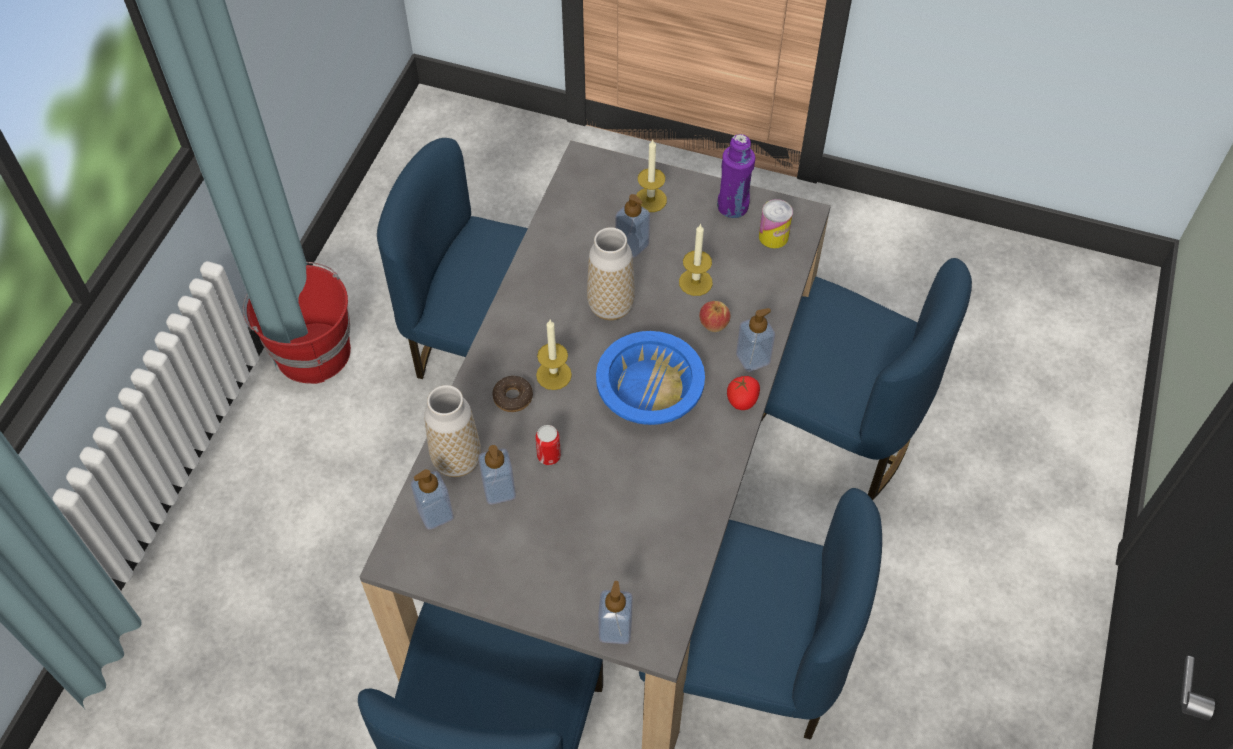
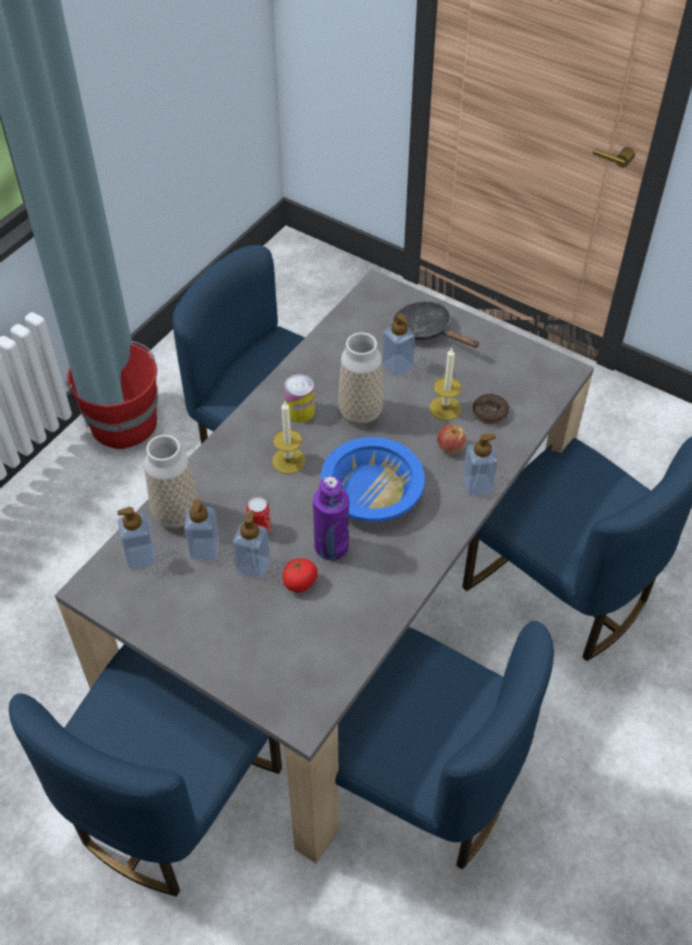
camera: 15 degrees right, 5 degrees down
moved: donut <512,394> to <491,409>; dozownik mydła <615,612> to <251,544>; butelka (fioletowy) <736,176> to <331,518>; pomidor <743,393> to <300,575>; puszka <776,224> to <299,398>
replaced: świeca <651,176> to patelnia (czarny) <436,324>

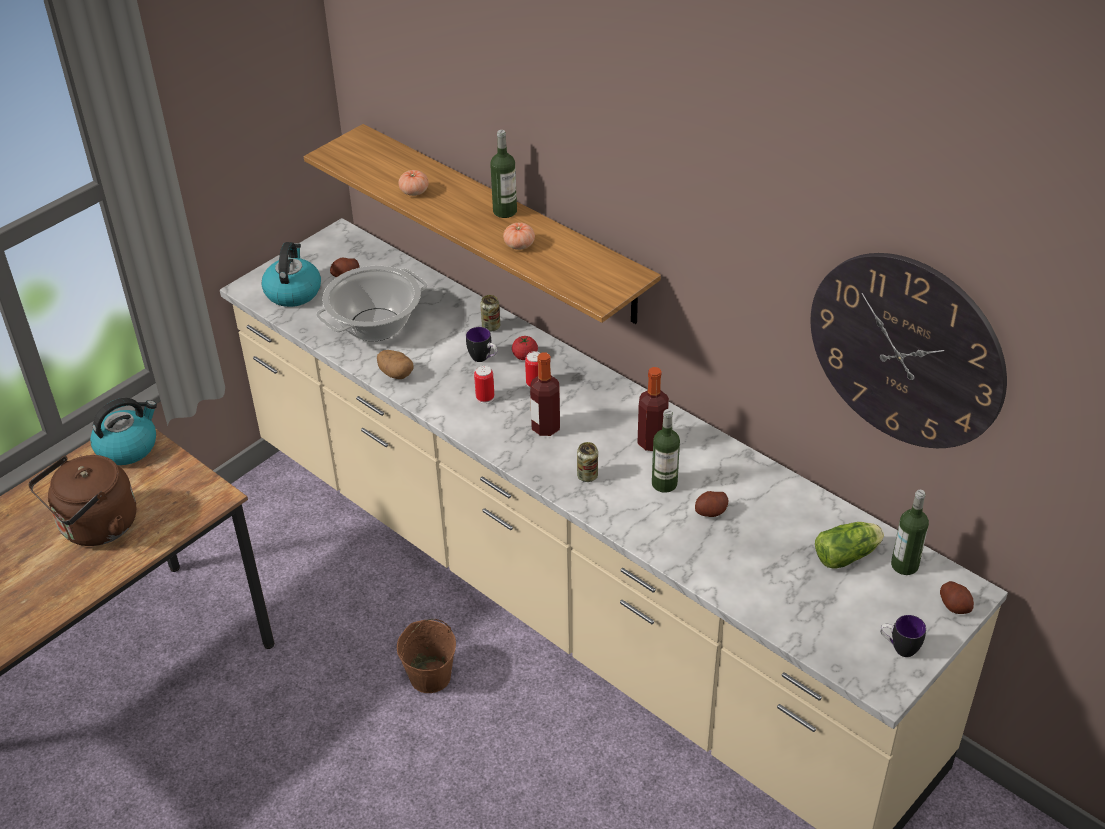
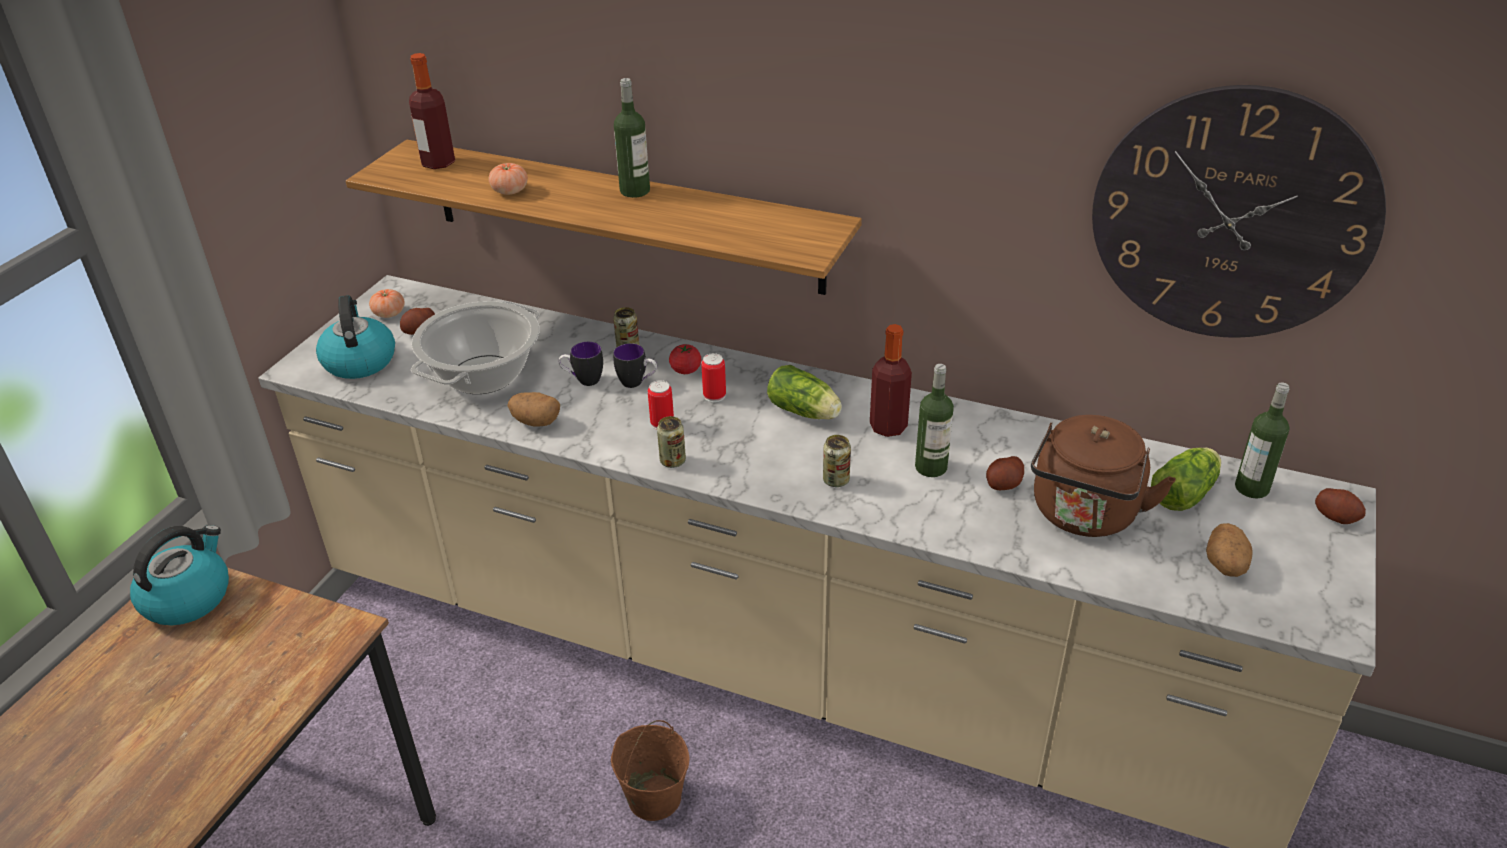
camera: 20 degrees left, 5 degrees down
added: puszka <671,442>; sałata <804,392>; ziemniak <1229,550>
moved: czajnik (brązowy) <82,500> to <1103,476>; pomidor <519,236> to <387,303>; butelka <545,394> to <432,111>; kubek <903,636> to <581,364>

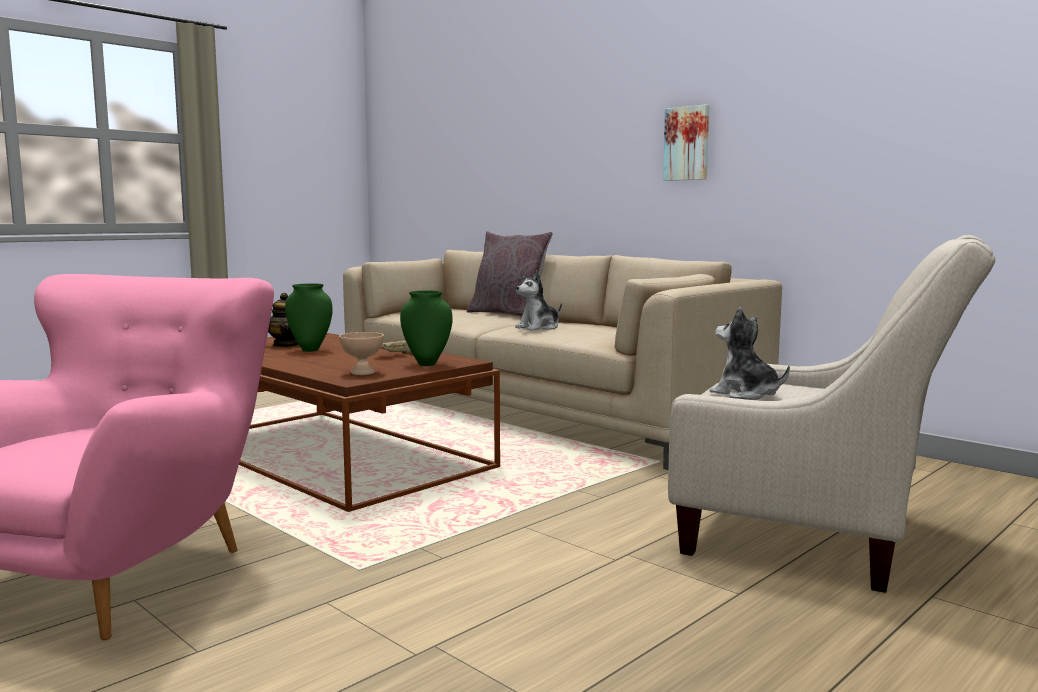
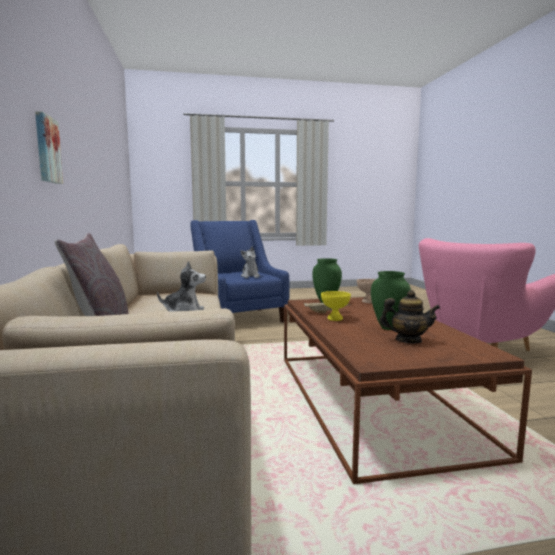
camera: 145 degrees left, 0 degrees up
added: miska (żółty) <336,306>
recoloured: fotel (beżowy) <831,414> to fotel (niebieski) <239,271>

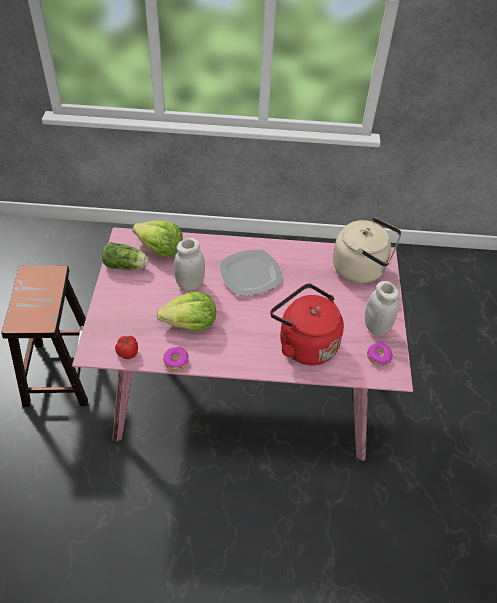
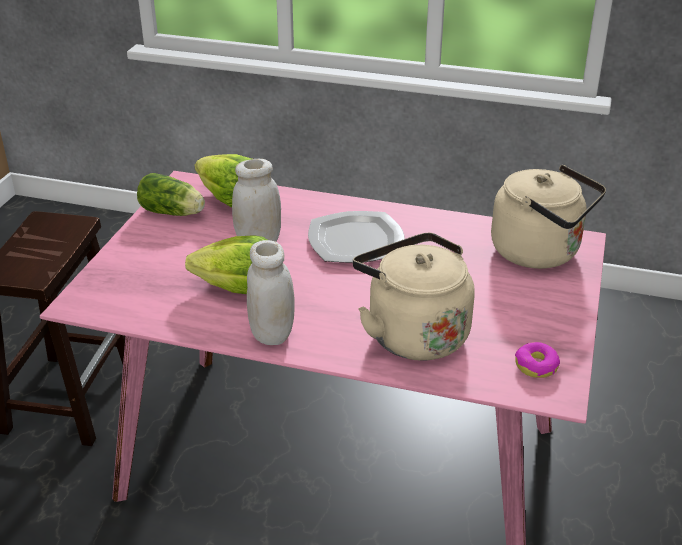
camera: 15 degrees right, 15 degrees down
removed: pomidor <126,347>; donut <176,358>
moved: słoik (biały) <382,308> to <271,292>
recoloured: czajnik (czerwony) <307,324> to czajnik (beżowy) <414,297>

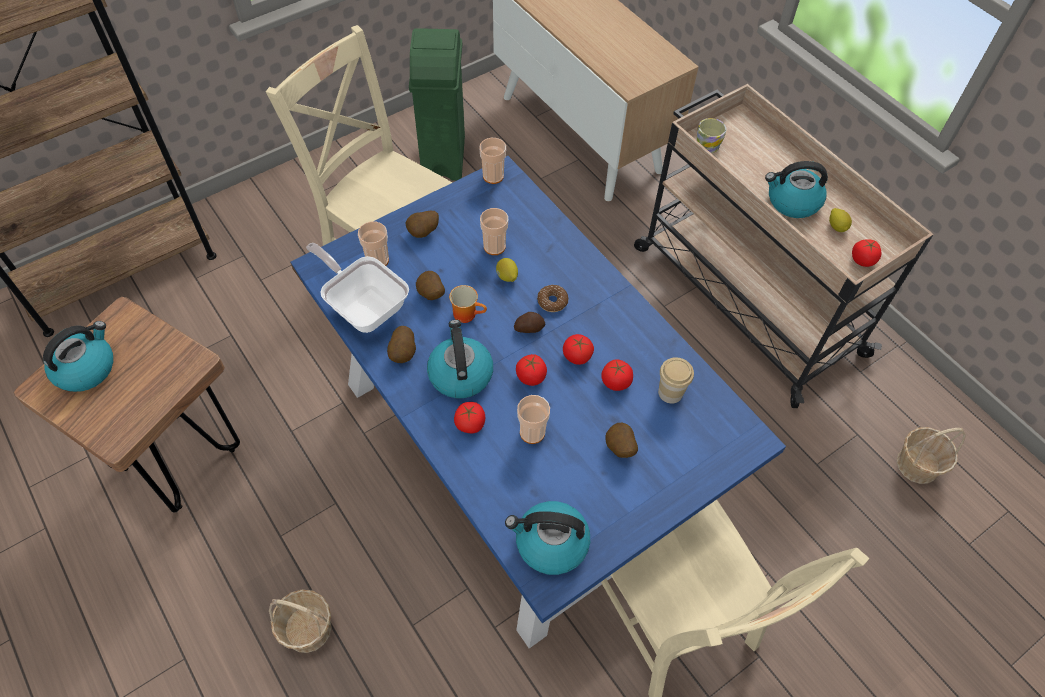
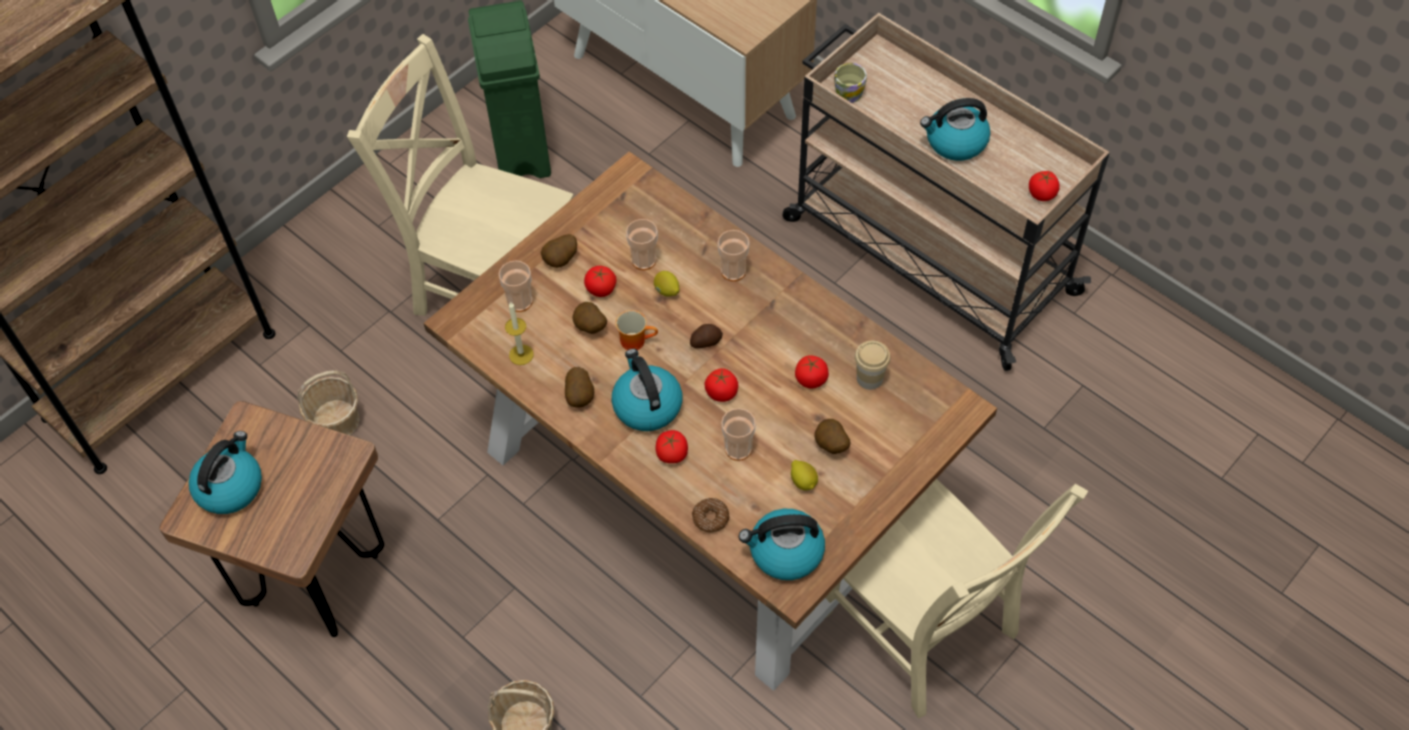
camera: 10 degrees left, 0 degrees up
moved: filiżanka <492,161> to <733,255>; donut <553,298> to <711,515>; pomidor <578,349> to <600,281>; cytryna <840,220> to <804,475>; koszyk <931,455> to <329,402>
replaced: patelnia <357,288> to świeca <519,333>
recoloured: stół jadalny (niebieski) <538,402> to stół jadalny (brązowy) <710,421>

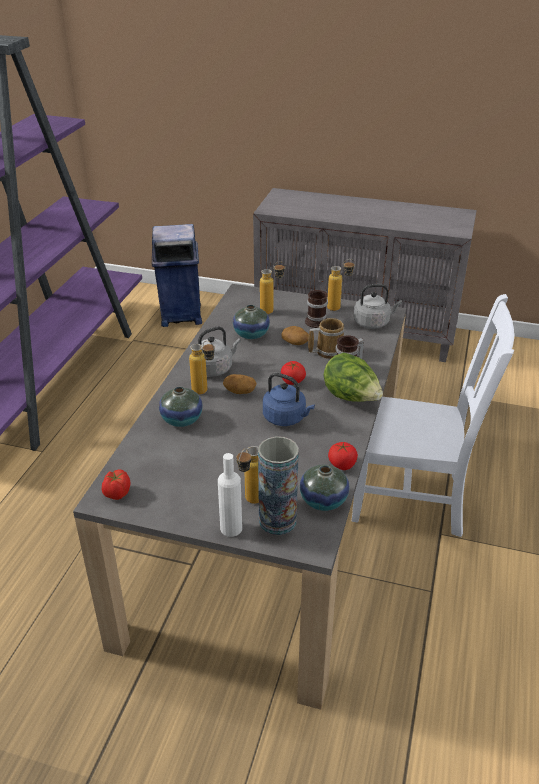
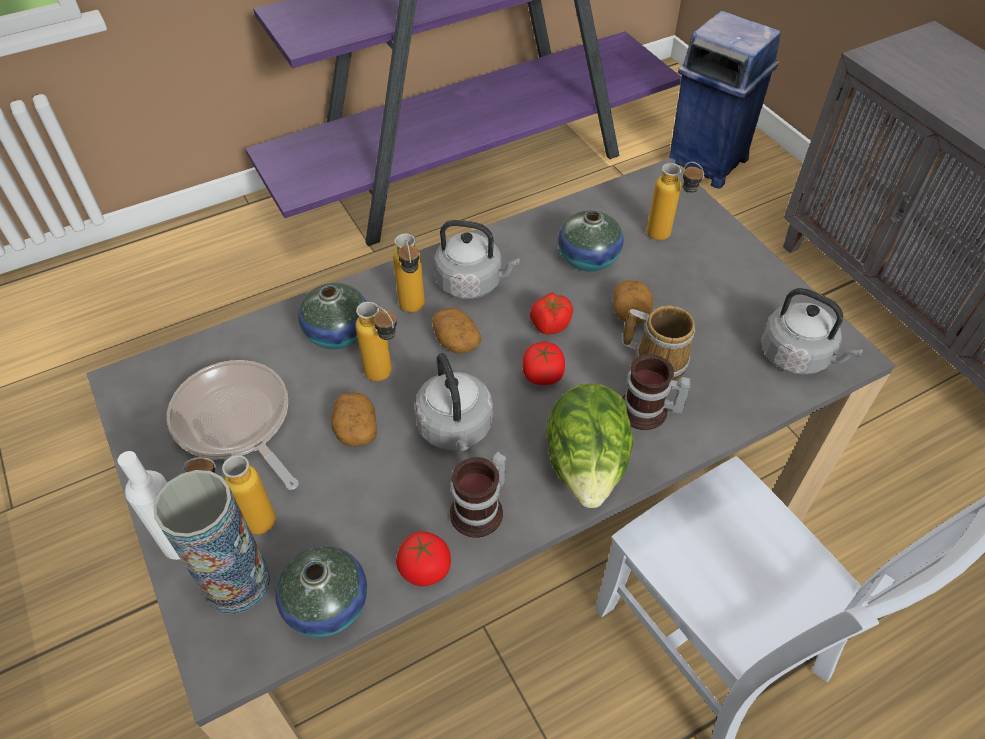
camera: 45 degrees right, 15 degrees up
added: patelnia <233,425>; ziemniak <354,419>
moved: pomidor <116,484> to <551,313>; kubek <316,309> to <478,494>; butelka <341,285> to <376,341>
recoloured: czajnik (niebieski) <289,399> to czajnik (szary) <454,402>

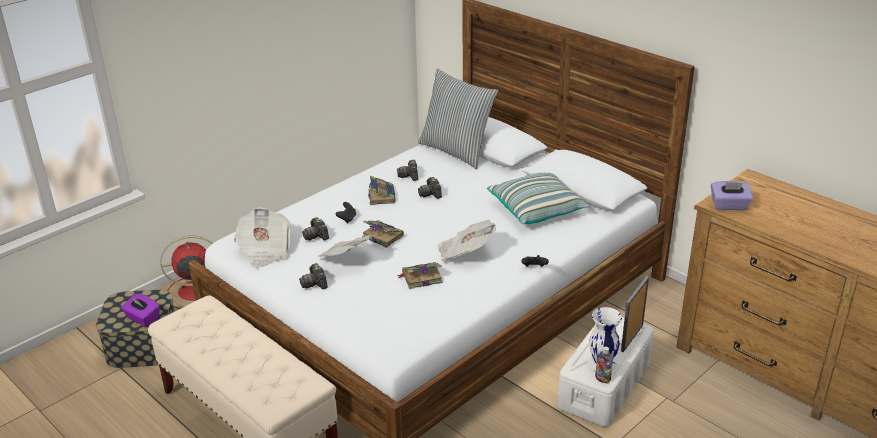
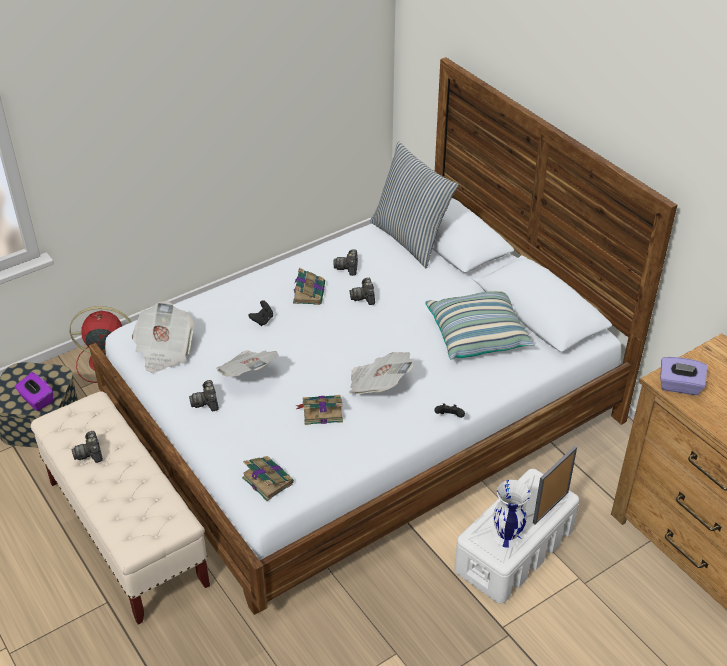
camera: 10 degrees right, 10 degrees up
removed: butelka <604,365>
moved: aparat fotograficzny <315,229> to <87,447>; książka <383,234> to <268,478>

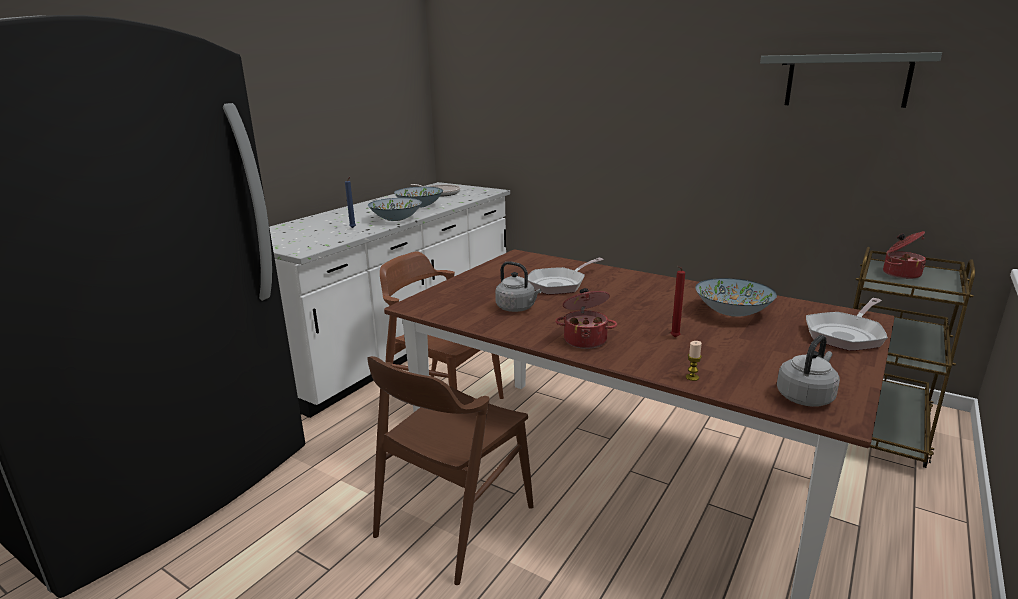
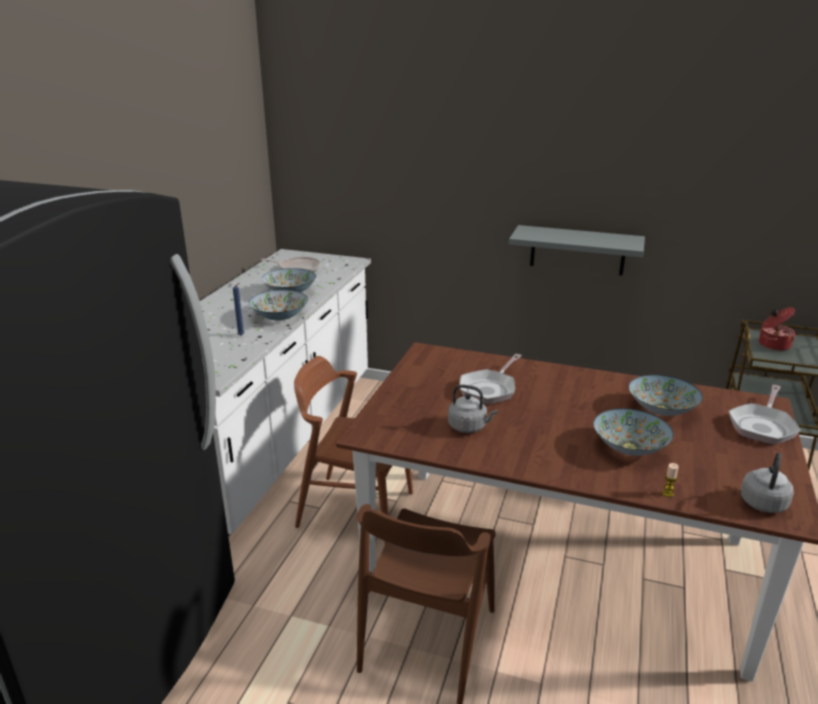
camera: 15 degrees left, 5 degrees up
removed: garnek <586,318>
moved: półka (szary) <851,80> to <577,250>
replaced: świeca (czerwony) <678,301> to miska <633,432>

